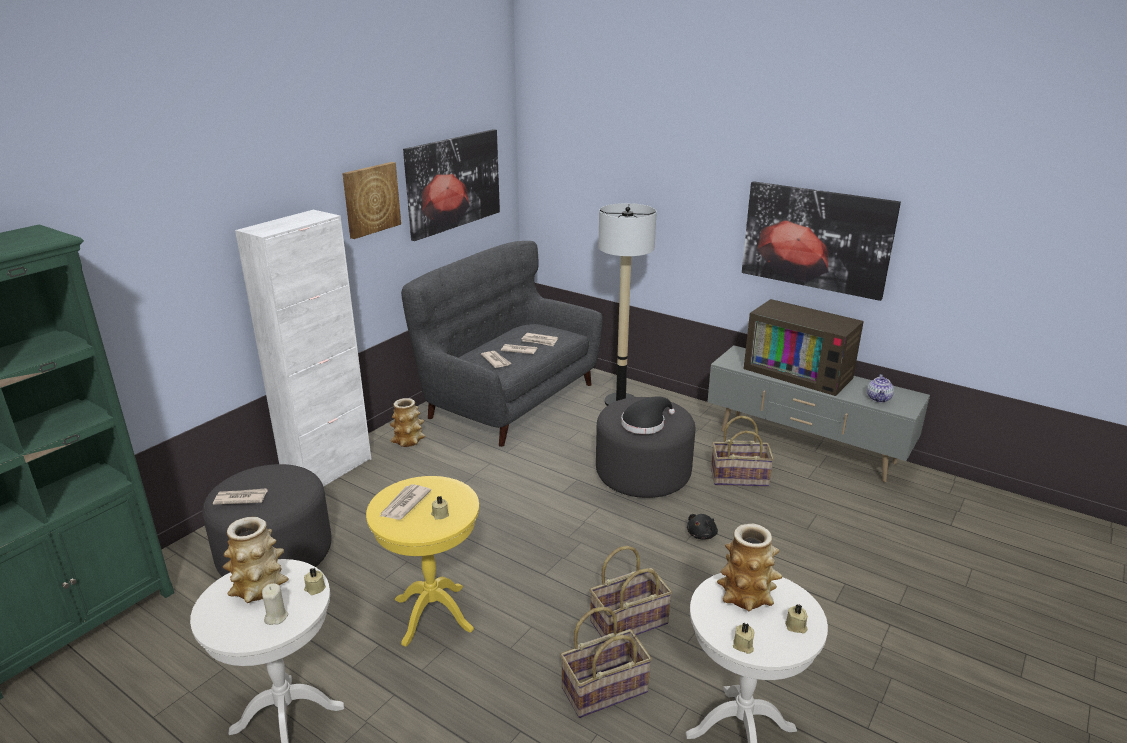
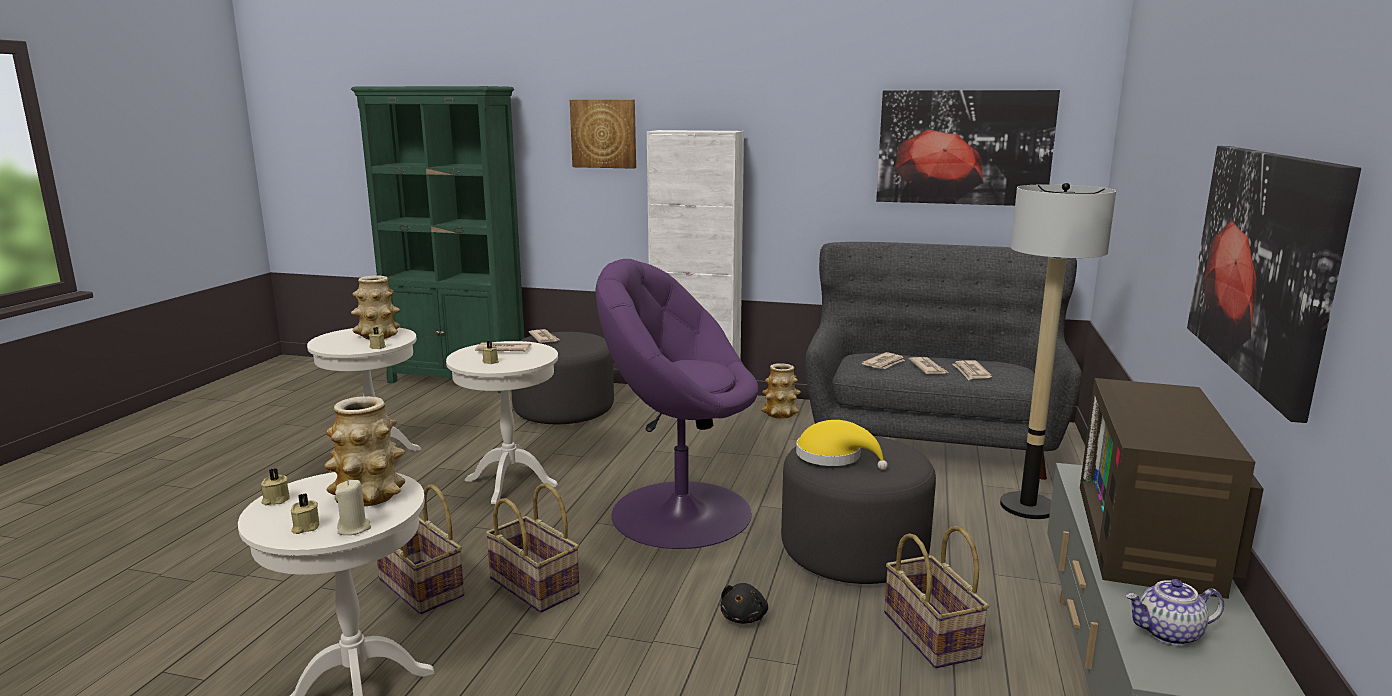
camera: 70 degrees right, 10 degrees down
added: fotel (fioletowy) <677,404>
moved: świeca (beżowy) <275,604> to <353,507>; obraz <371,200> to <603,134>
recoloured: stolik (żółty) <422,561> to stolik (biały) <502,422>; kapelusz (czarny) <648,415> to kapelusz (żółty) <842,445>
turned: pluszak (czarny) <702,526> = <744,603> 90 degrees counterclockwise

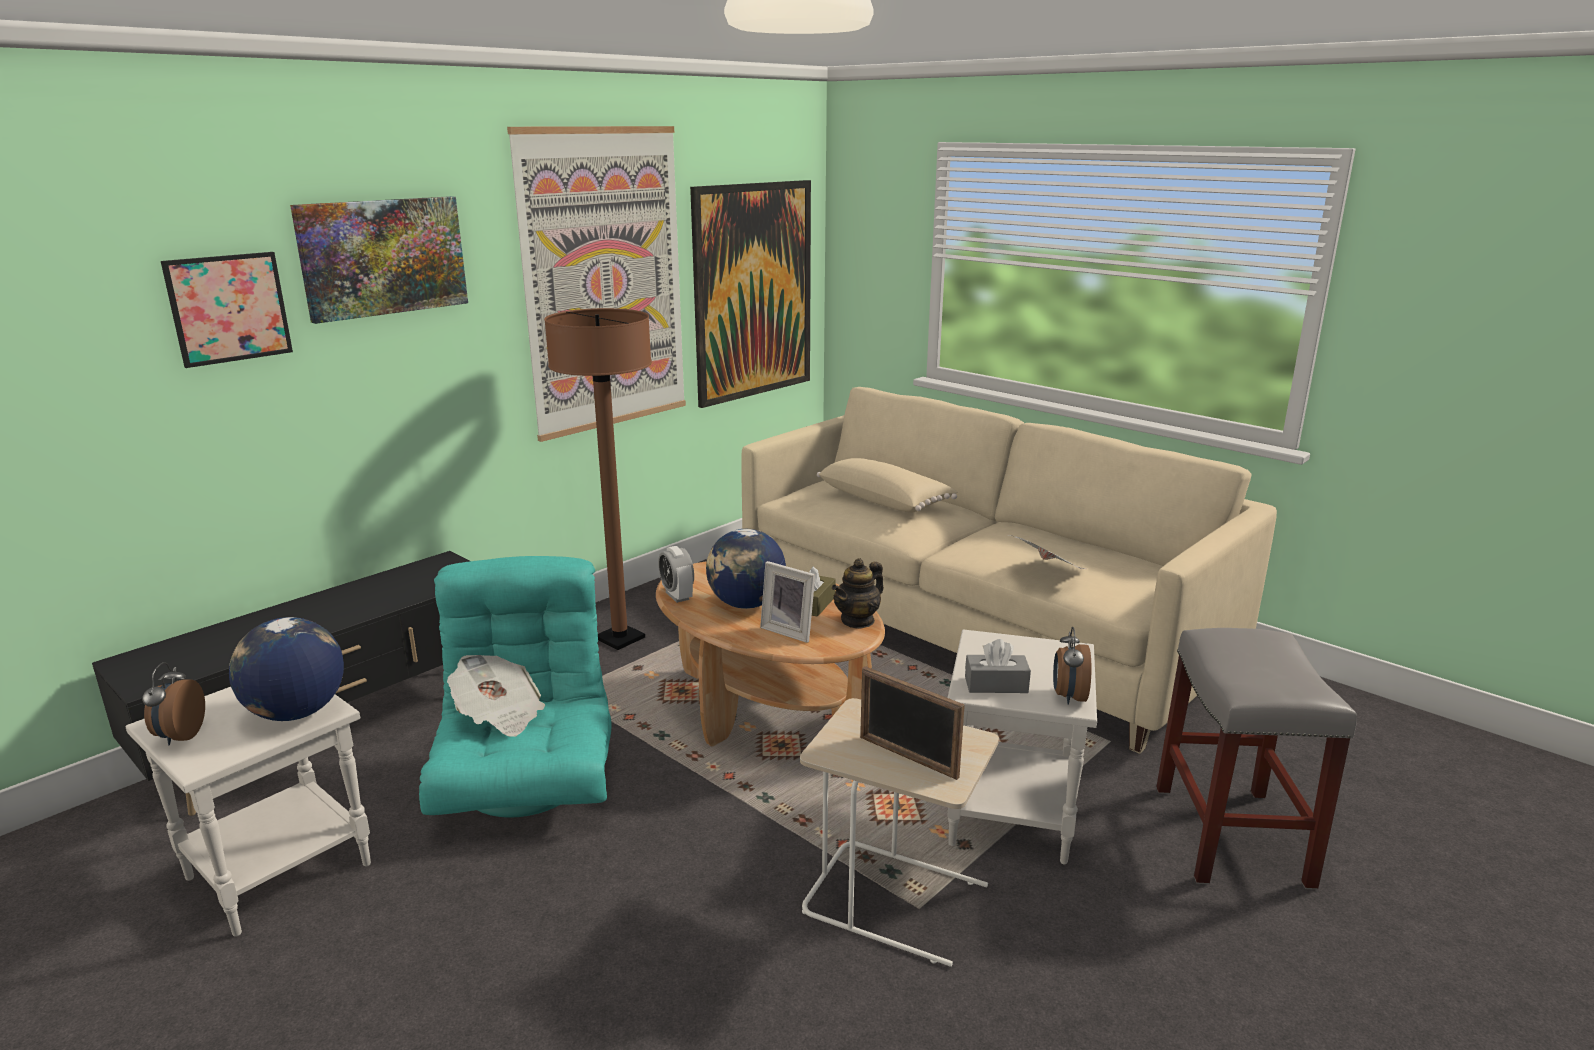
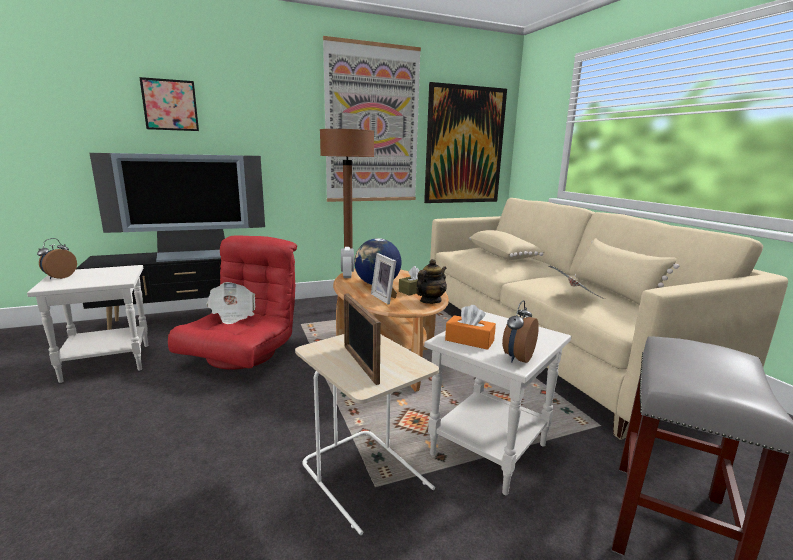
camera: 25 degrees right, 5 degrees down
removed: globus <286,669>; obraz <379,260>
added: telewizor <177,207>; poduszka (beżowy) <627,271>
recoloured: fotel (turkusowy) <515,687> to fotel (czerwony) <232,302>; pudełko chusteczek (szary) <998,666> to pudełko chusteczek (pomarańczowy) <470,327>
turned: imbryk <858,593> = <431,281> 150 degrees clockwise

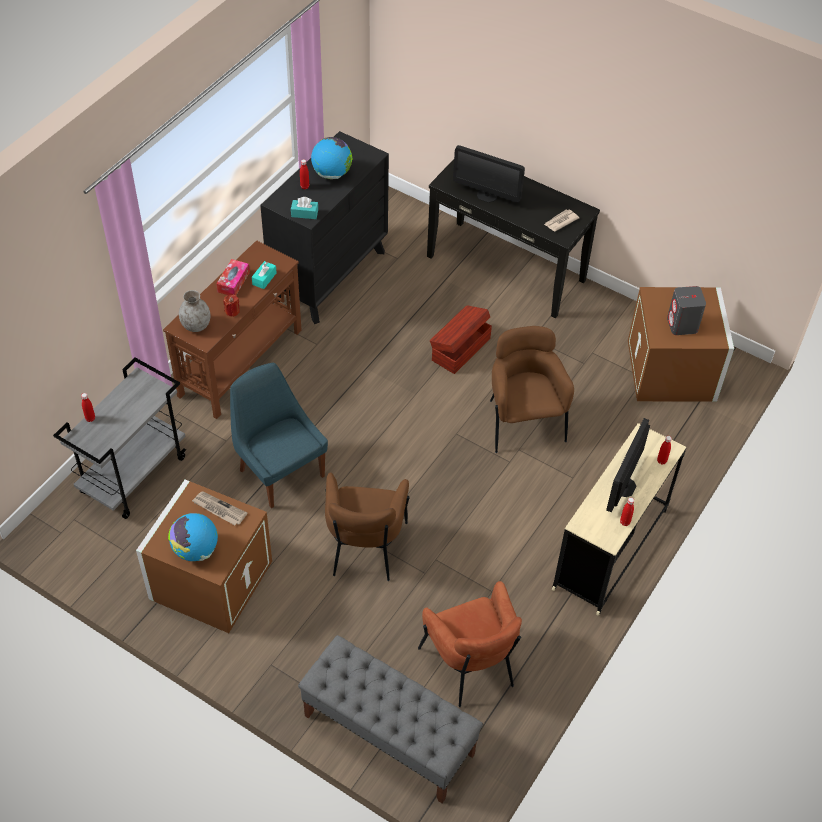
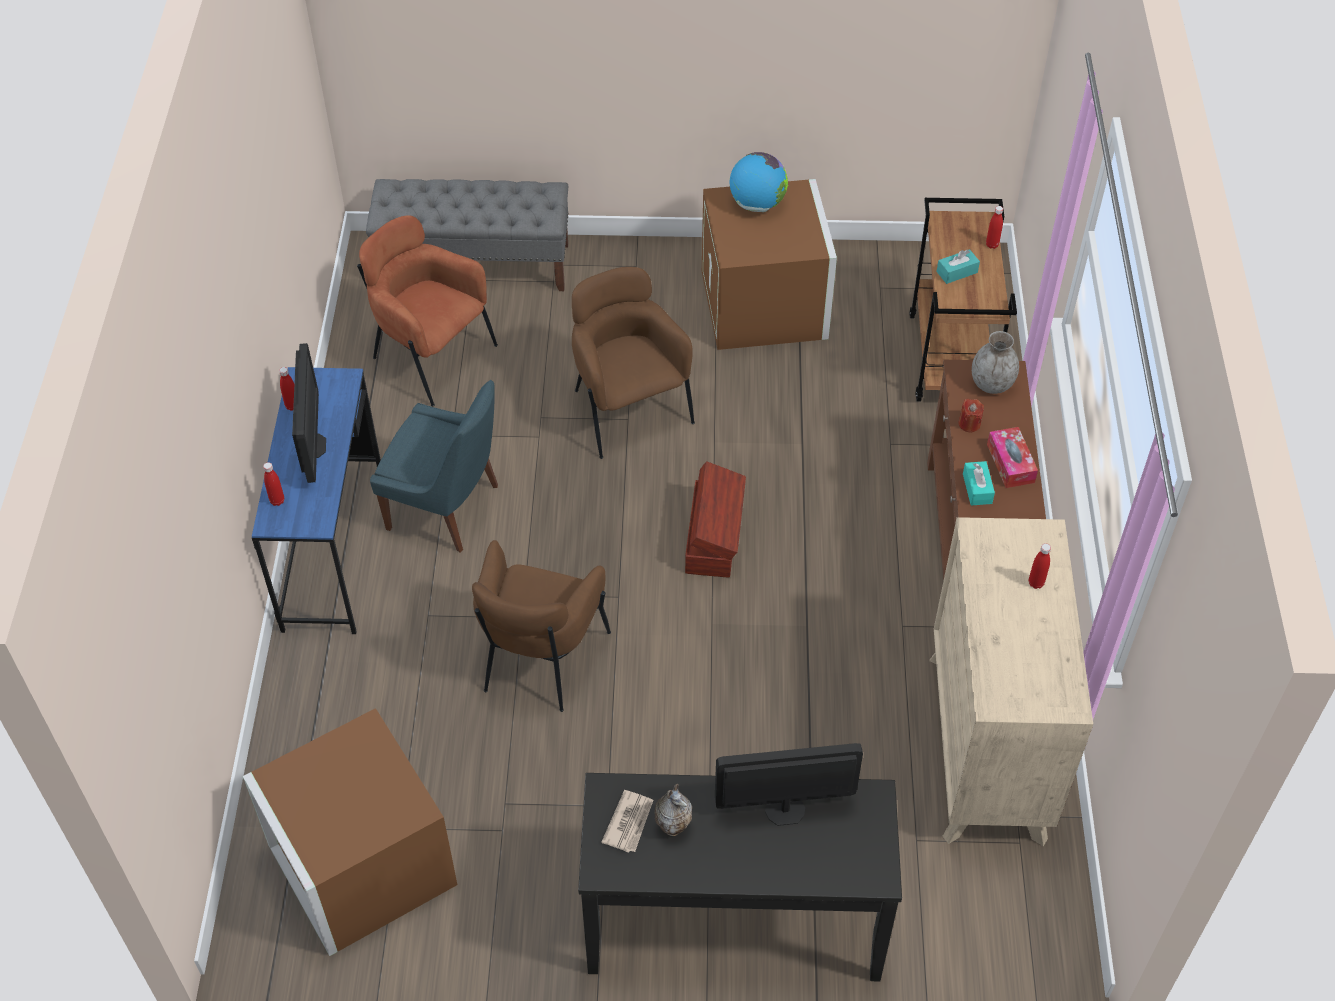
camera: 150 degrees right, 0 degrees up
removed: gazeta <219,508>; globus <332,158>; głośnik (szary) <686,310>
added: wazon <673,810>
moved: krzesło (niebieski) <279,435> to <434,466>; pudełko chusteczek (turkusowy) <304,208> to <958,266>; pojemnik do przechowywania (brązowy) <461,339> to <715,519>
recoloured: wózek (szary) <119,438> to wózek (brązowy) <963,299>; komoda (czarny) <324,227> to komoda (beżowy) <1011,681>; biurko (beżowy) <619,519> to biurko (niebieski) <316,500>
turned: fotel (brązowy) <532,389> = <541,626> 60 degrees clockwise

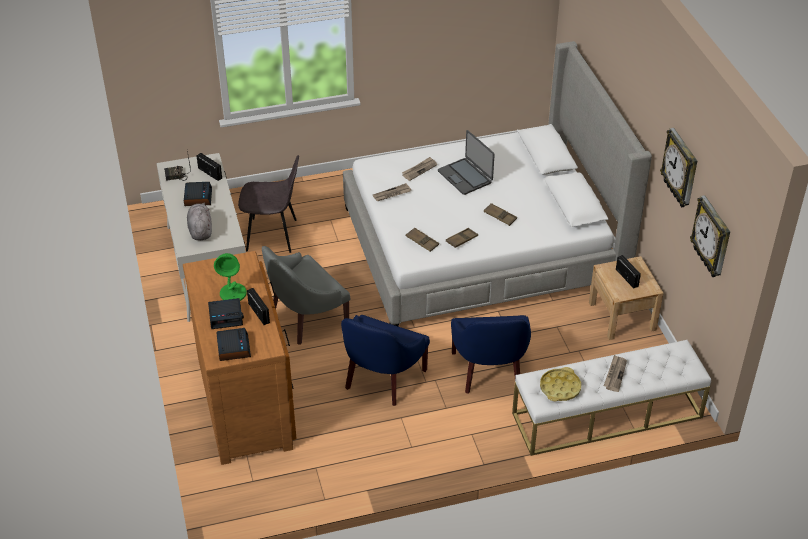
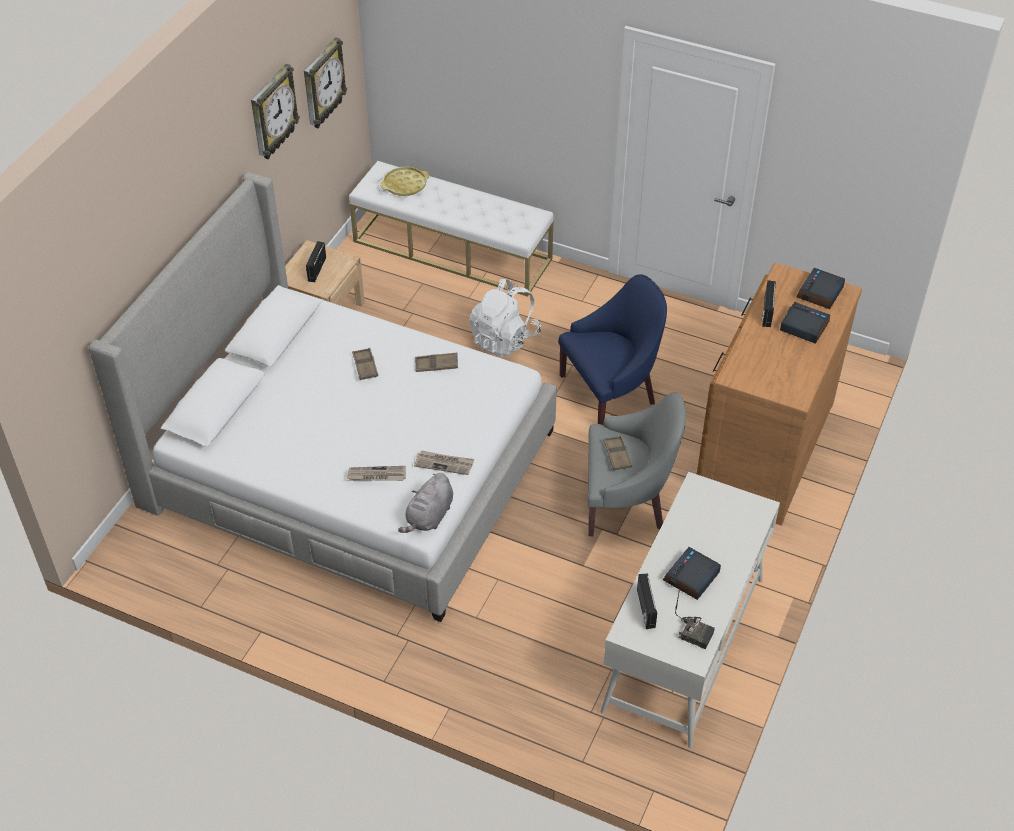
camera: 140 degrees left, 5 degrees up
removed: lampa stołowa (zielony) <230,277>; krzesło (szary) <268,204>; laptop <466,162>; gazeta <615,373>
moved: pluszak (szary) <199,221> to <425,503>; taca (brązowy) <422,239> to <617,453>; taca (żółty) <560,384> to <404,181>
replaced: fotel (niebieski) <491,354> to plecak (biały) <505,318>

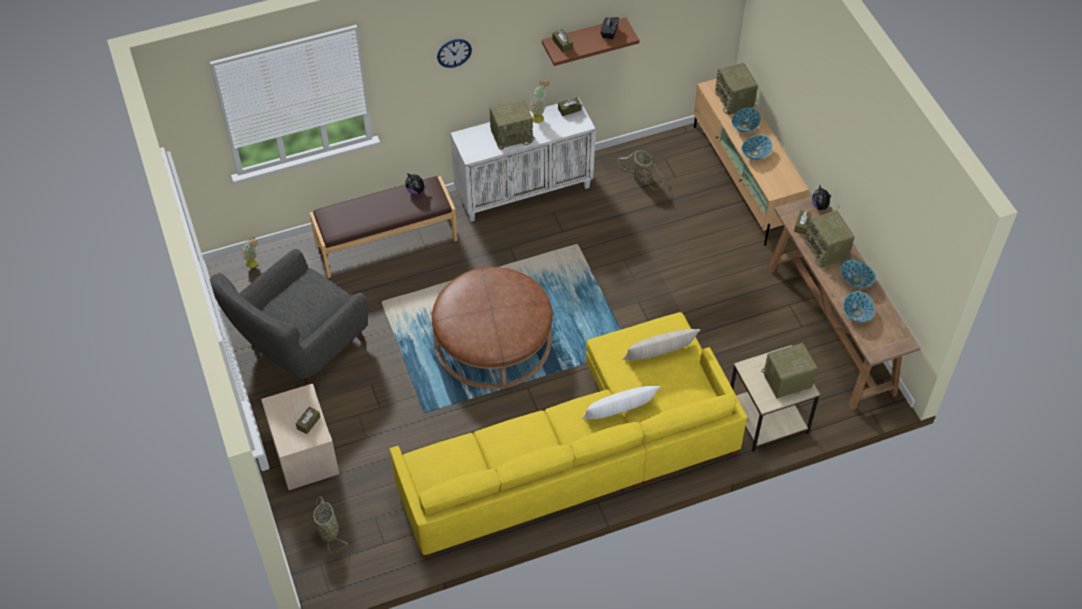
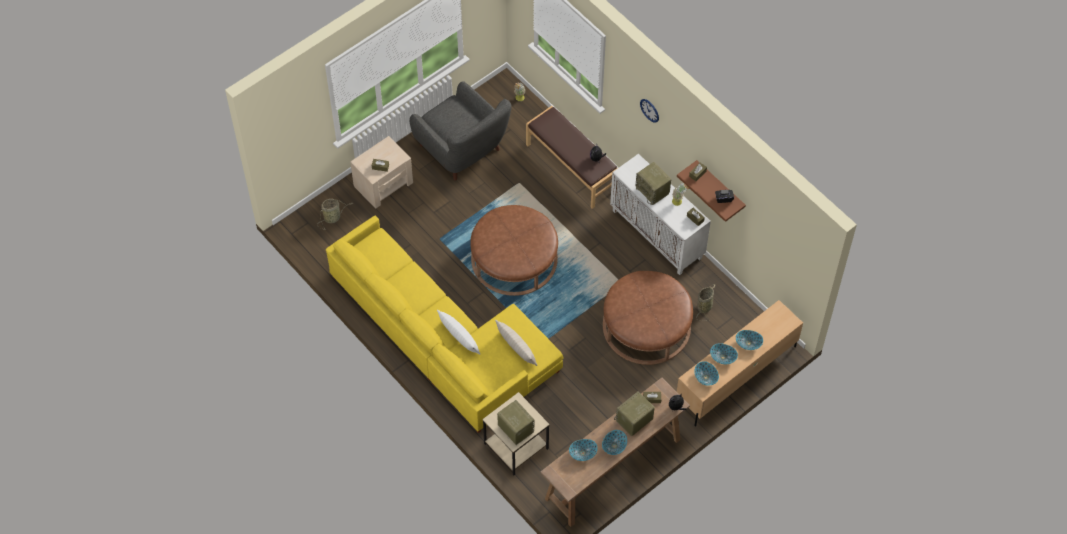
camera: 70 degrees right, 5 degrees up
removed: radio <736,89>
added: pufa (brązowy) <648,318>; miska <706,373>
turned: fotel (szary) <289,317> = <460,131> 150 degrees counterclockwise

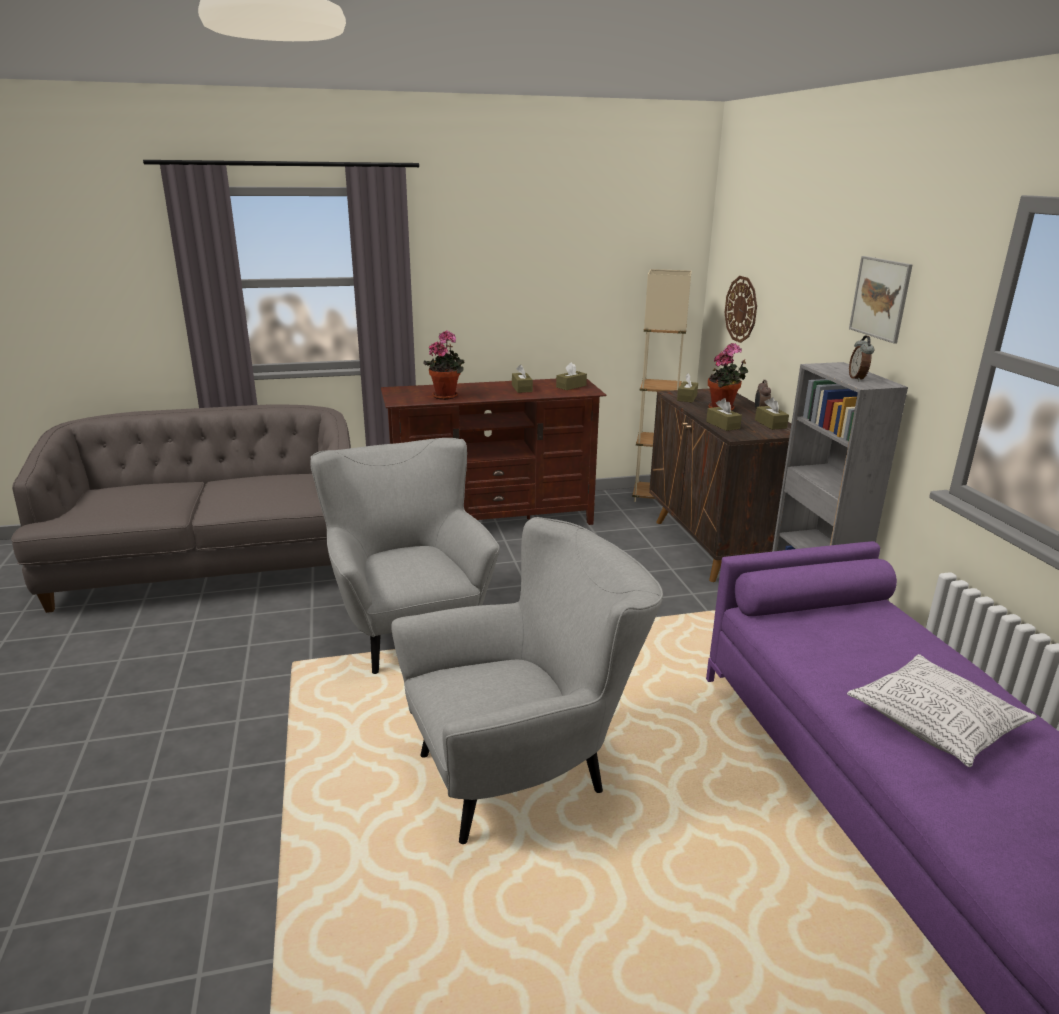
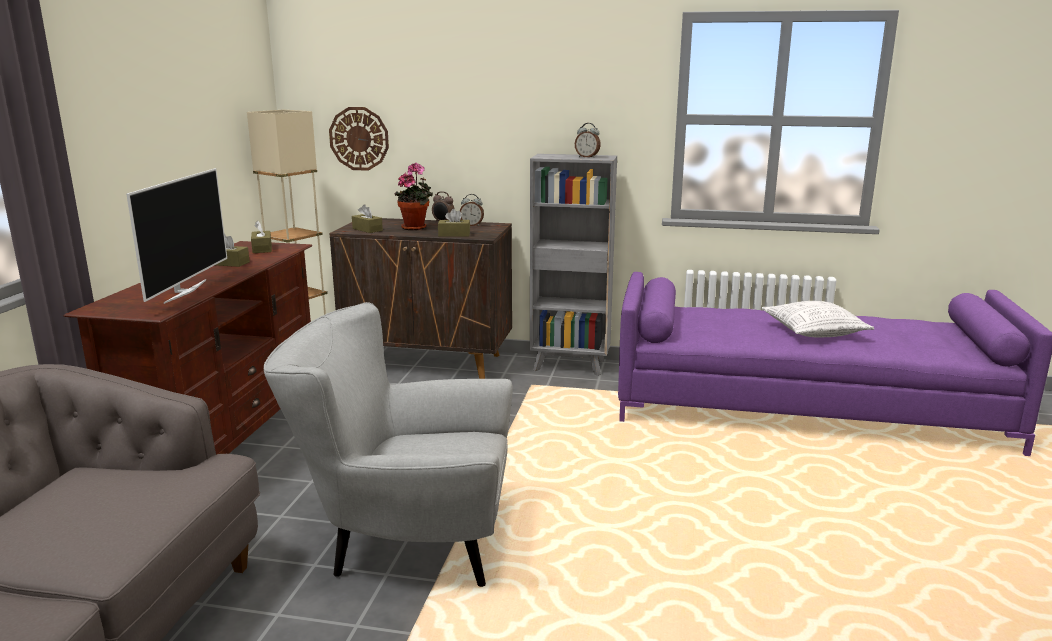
camera: 65 degrees left, 5 degrees down
removed: fotel (szary) <527,680>; obraz <881,300>
replaced: roślina doniczkowa <444,365> to telewizor <176,236>; pudełko chusteczek (brązowy) <772,413> to budzik <472,210>

